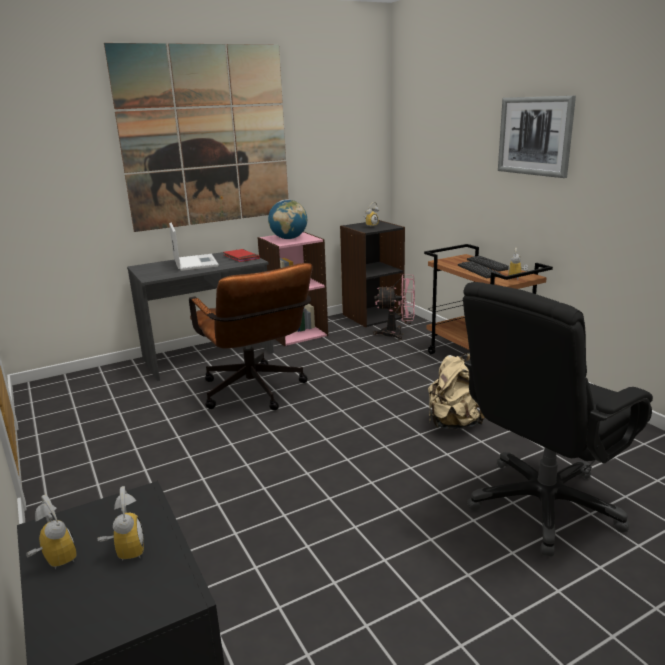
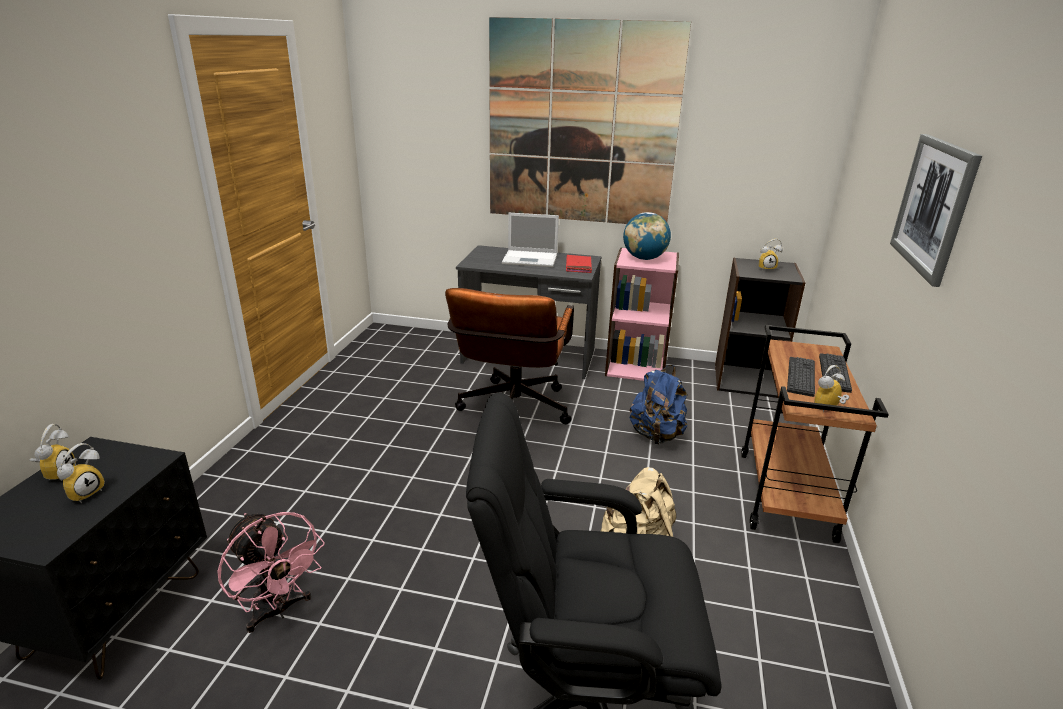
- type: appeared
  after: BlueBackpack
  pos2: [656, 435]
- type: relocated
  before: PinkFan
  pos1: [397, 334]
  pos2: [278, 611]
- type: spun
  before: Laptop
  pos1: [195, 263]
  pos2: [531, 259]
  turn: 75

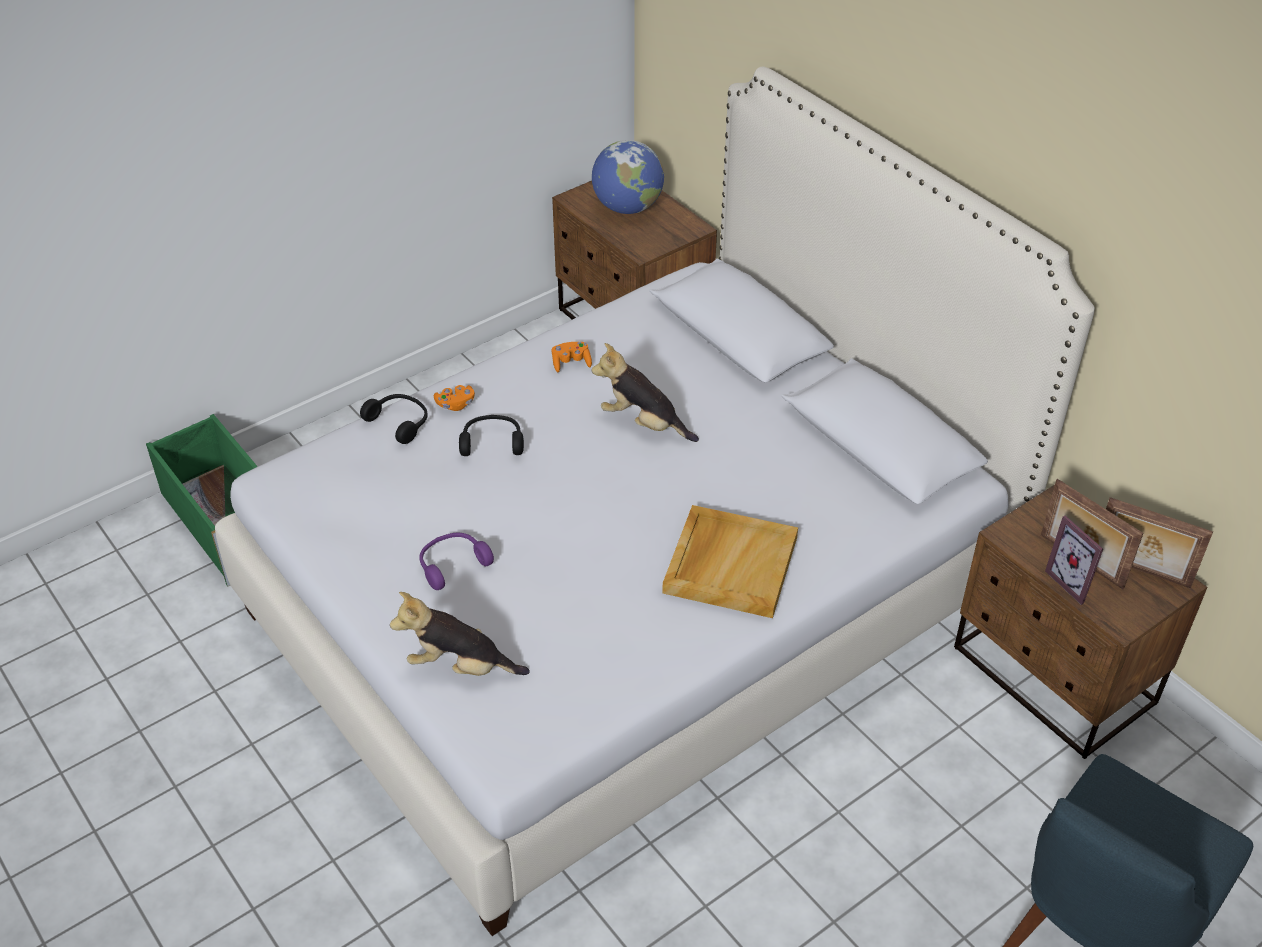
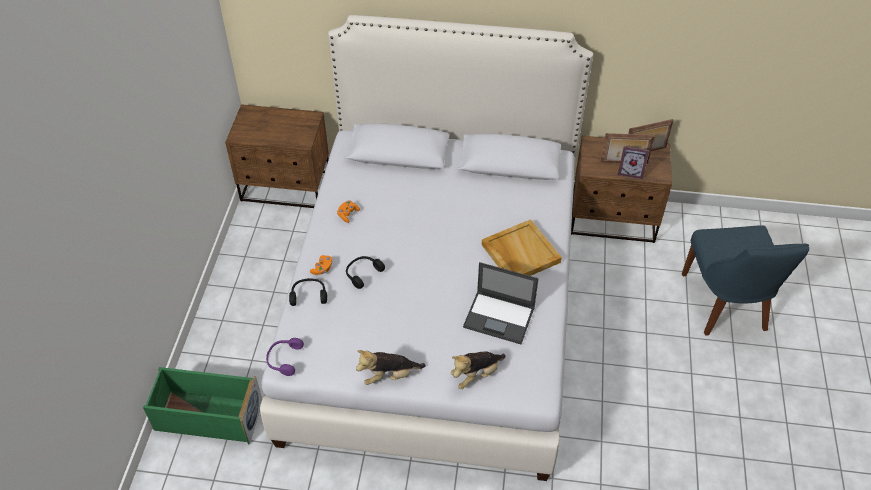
- type: missing
  before: Globe
  pos1: [627, 207]
- type: appeared
  after: Laptop
  pos2: [500, 317]
- type: relocated
  before: PurpleHeadphones
  pos1: [452, 564]
  pos2: [284, 359]
- type: relocated
  before: PlushToy
  pos1: [643, 423]
  pos2: [389, 376]

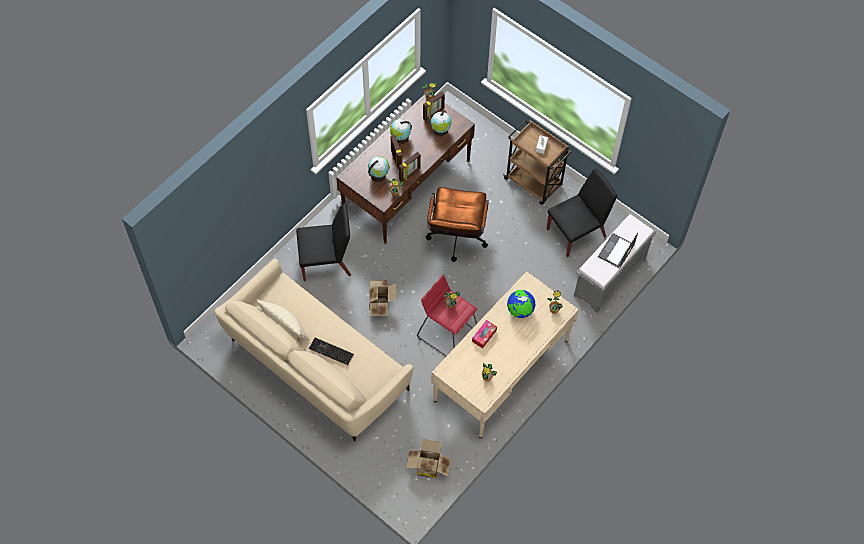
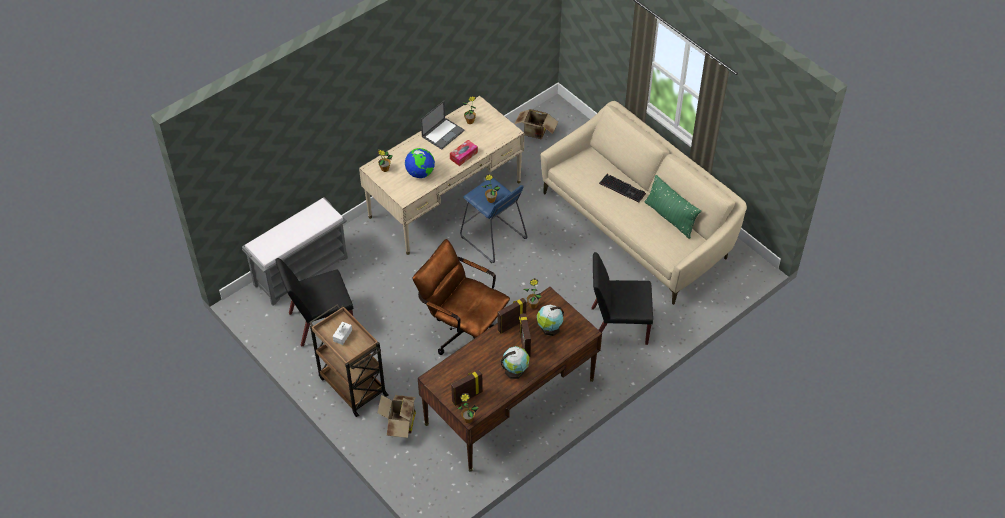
- type: missing
  before: Globe
  pos1: [440, 130]
- type: relocated
  before: CardboardBox
  pos1: [381, 303]
  pos2: [399, 424]
- type: relocated
  before: Laptop
  pos1: [616, 251]
  pos2: [443, 133]
- type: colour
  before: BeigePillow
  after: GreenPillow
  pos1: [284, 326]
  pos2: [670, 218]
- type: colour
  before: RedStool
  after: BlueStool
  pos1: [448, 334]
  pos2: [493, 238]
- type: spun
  before: BrownOfficeChair
  pos1: [456, 240]
  pos2: [463, 331]
  turn: -75

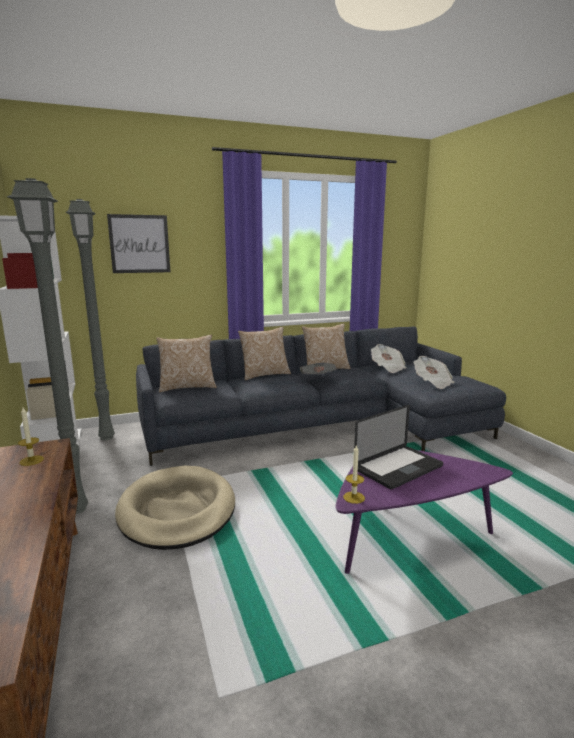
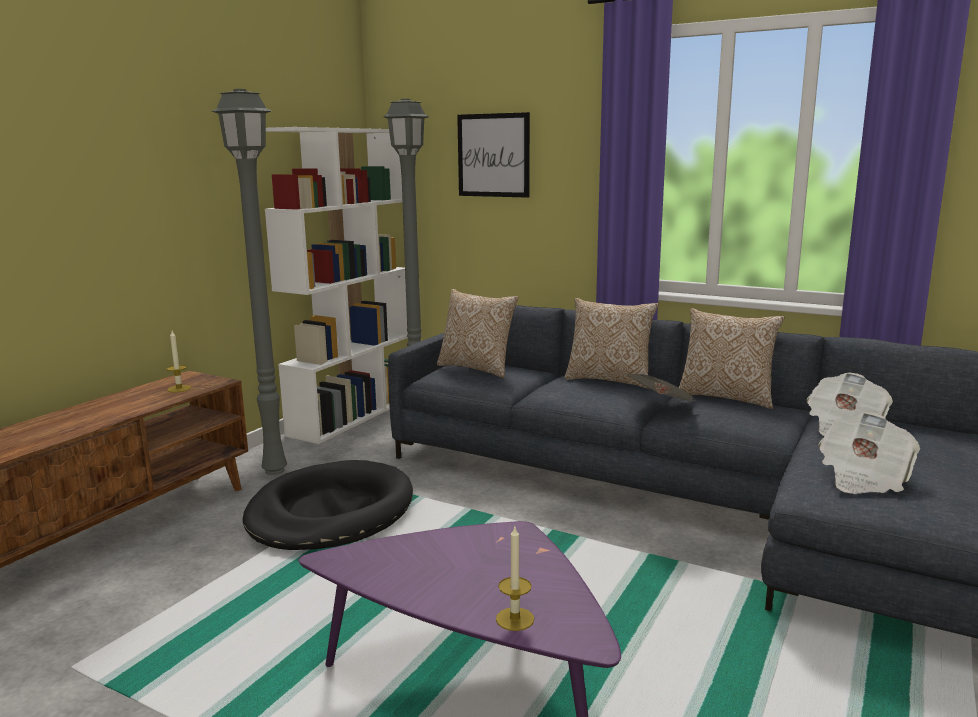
- type: missing
  before: Laptop
  pos1: [398, 468]
- type: relocated
  before: Candle
  pos1: [354, 497]
  pos2: [515, 619]
- type: colour
  before: BeigeDogBed
  after: BlackDogBed
  pos1: [177, 511]
  pos2: [330, 512]

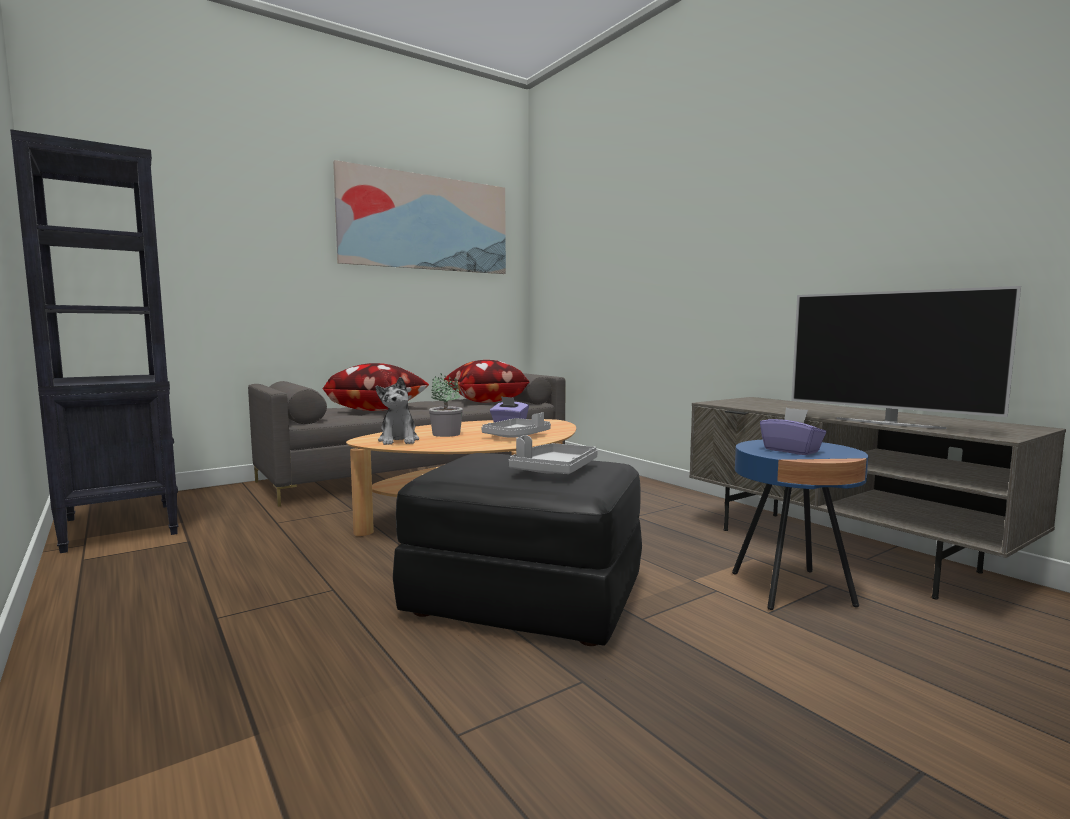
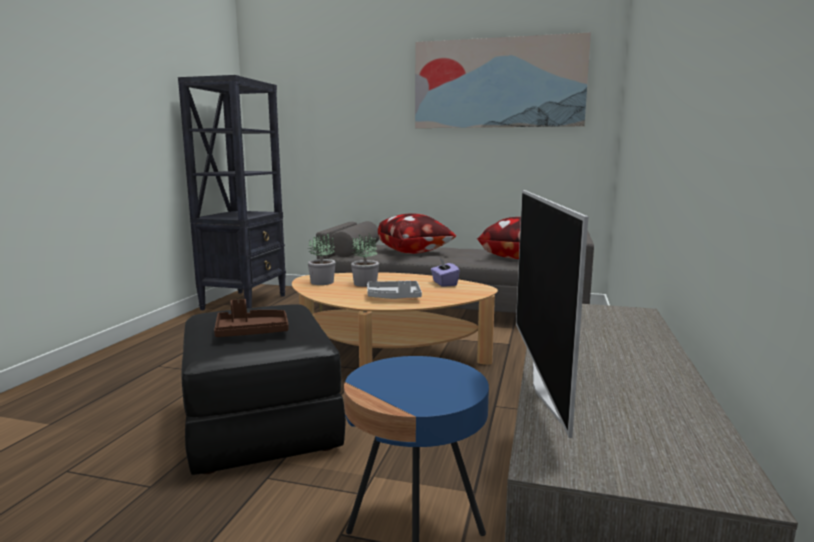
- type: missing
  before: PurpleTissueBox
  pos1: [791, 450]
- type: exchanged
  before: PlushToy
  after: PottedPlant
  pos1: [399, 440]
  pos2: [322, 282]
- type: colour
  before: GreyTray
  after: BrownTray
  pos1: [554, 470]
  pos2: [252, 332]

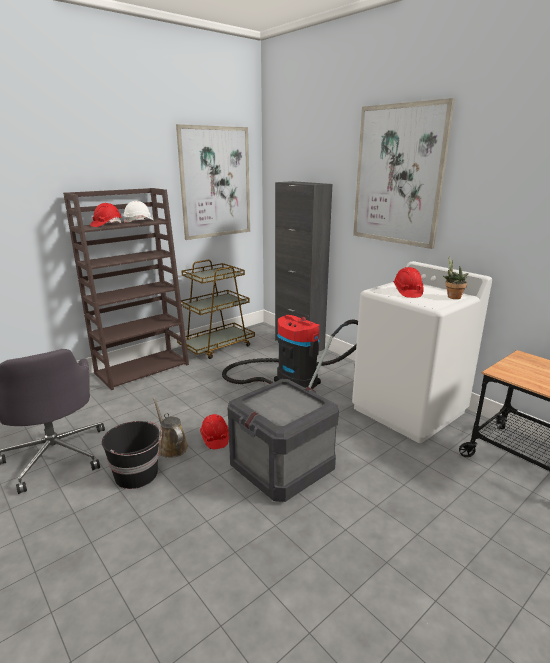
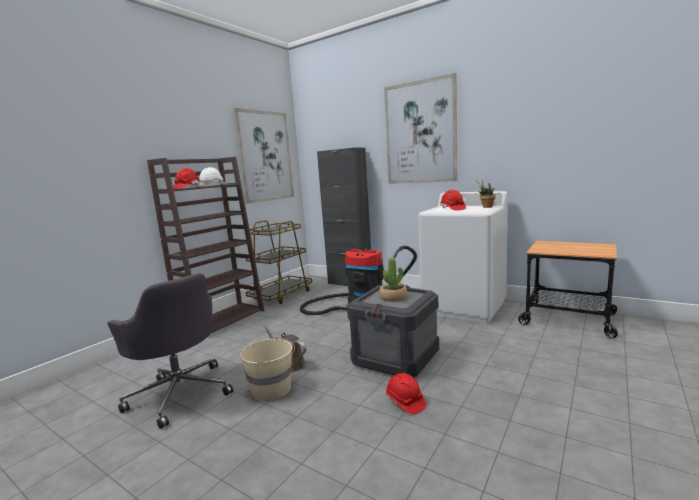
- type: appeared
  after: PottedPlant
  pos2: [393, 298]
- type: relocated
  before: RedHardHat
  pos1: [215, 438]
  pos2: [405, 402]
- type: colour
  before: BlackBucket
  after: BeigeBucket
  pos1: [137, 474]
  pos2: [272, 389]

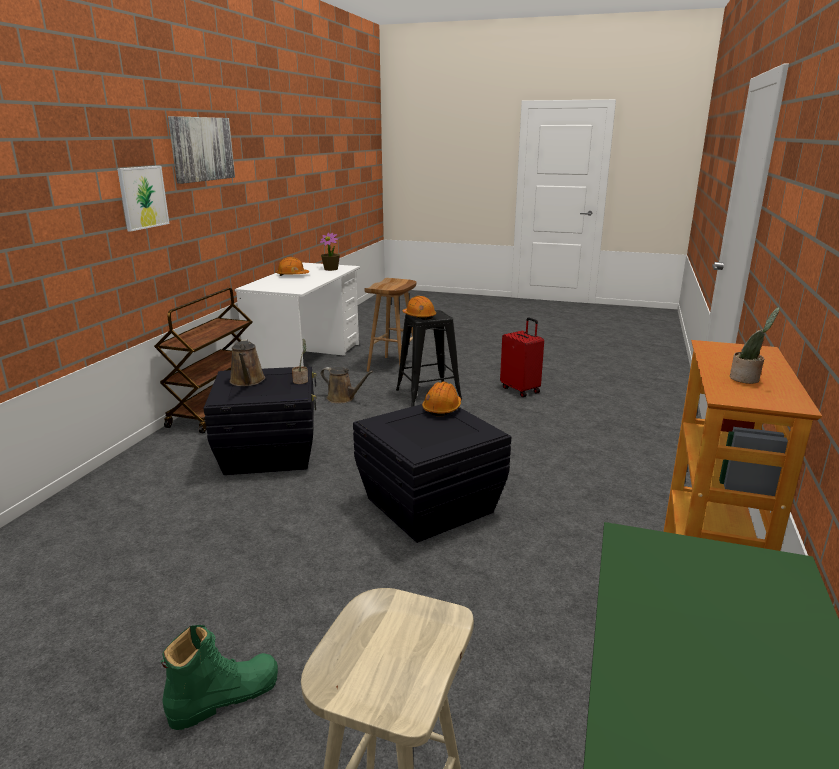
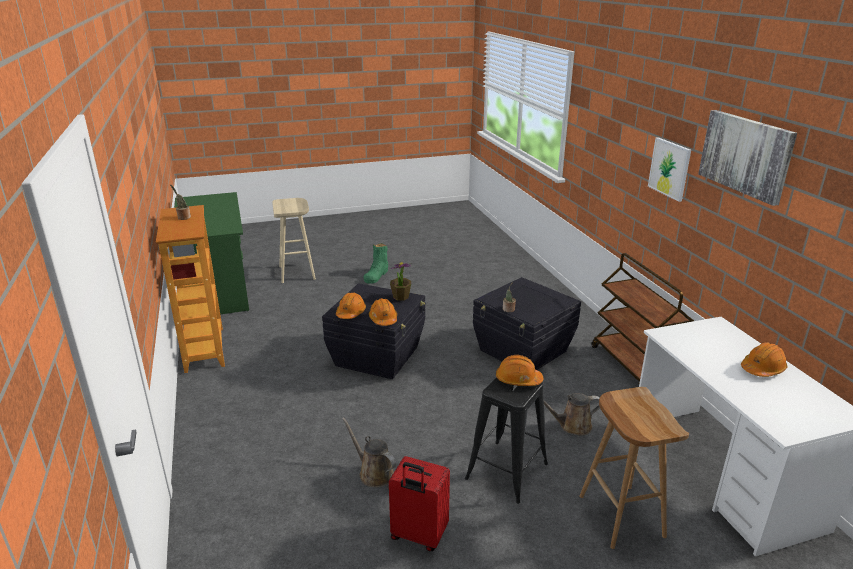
- type: appeared
  after: OrangeHardHat
  pos2: [351, 313]
- type: relocated
  before: BrownWateringCan
  pos1: [247, 381]
  pos2: [373, 472]
- type: relocated
  before: PottedPlant
  pos1: [331, 269]
  pos2: [400, 297]

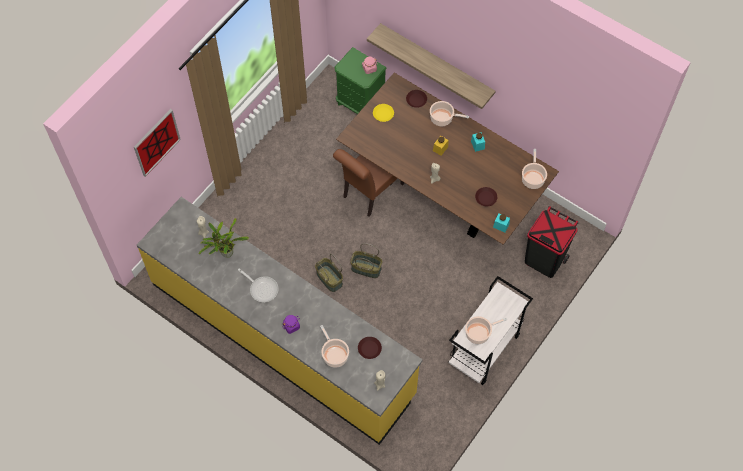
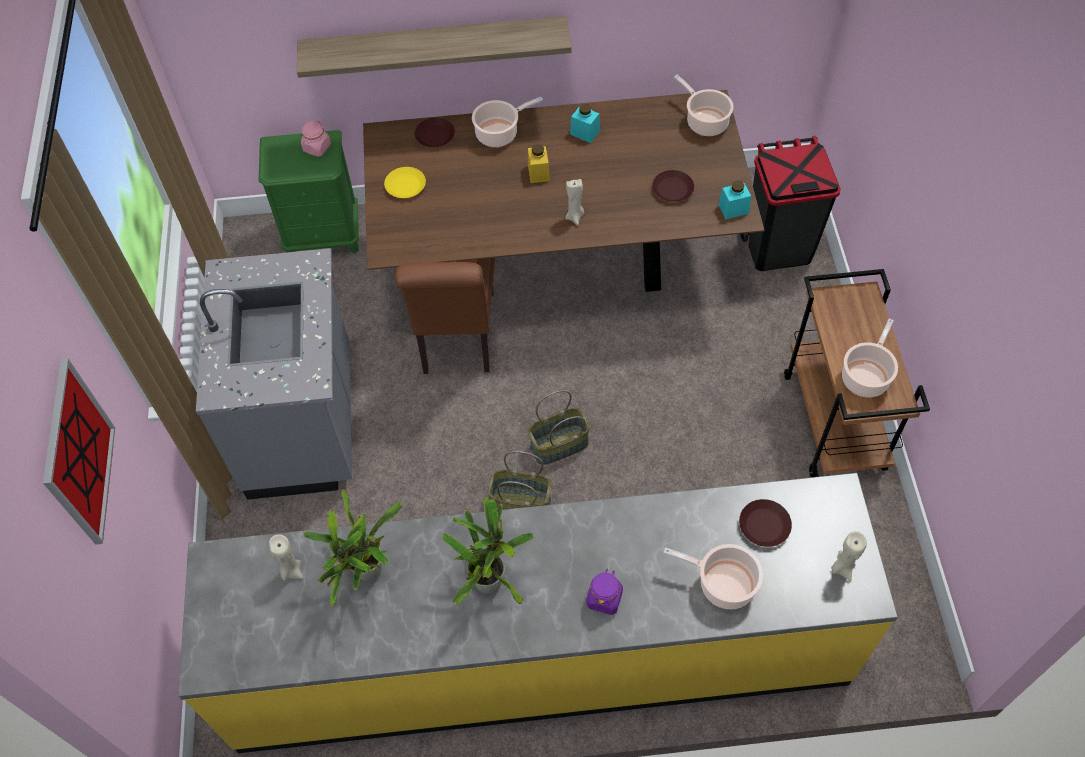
- type: appeared
  after: GreyCounter
  pos2: [304, 423]
- type: exchanged
  before: FryingPan
  after: PottedPlant
  pos1: [262, 288]
  pos2: [490, 578]
- type: colour
  before: WhiteCart
  after: BrownCart
  pos1: [484, 350]
  pos2: [835, 422]

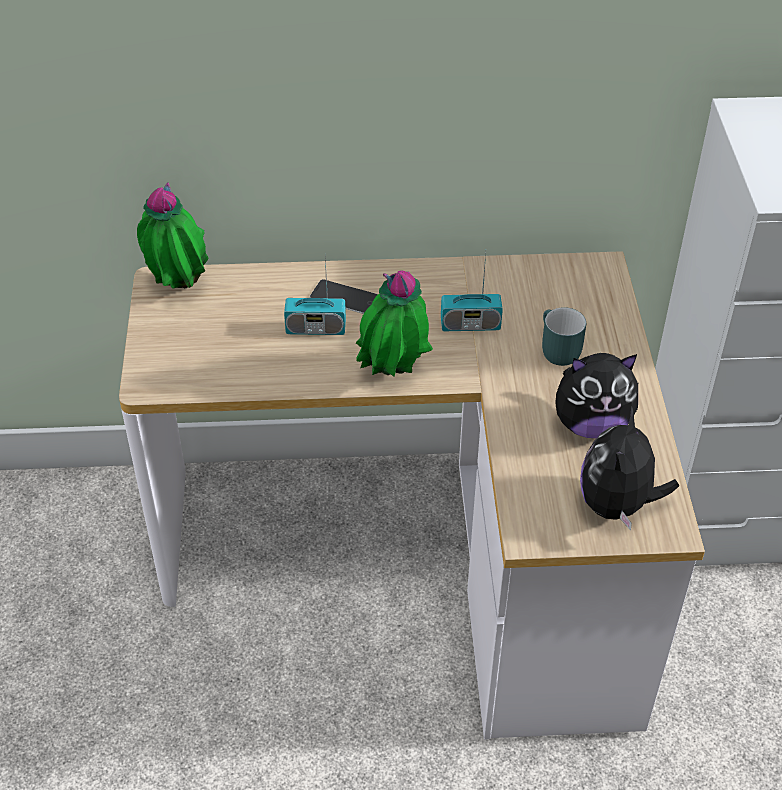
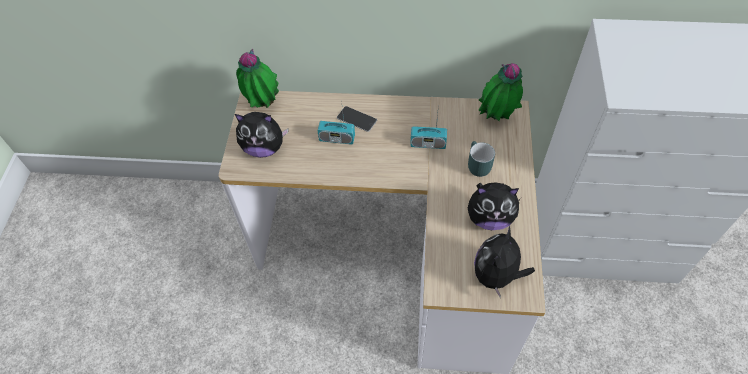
- type: appeared
  after: PlushToy
  pos2: [264, 148]
- type: relocated
  before: PottedPlant
  pos1: [393, 375]
  pos2: [496, 118]

